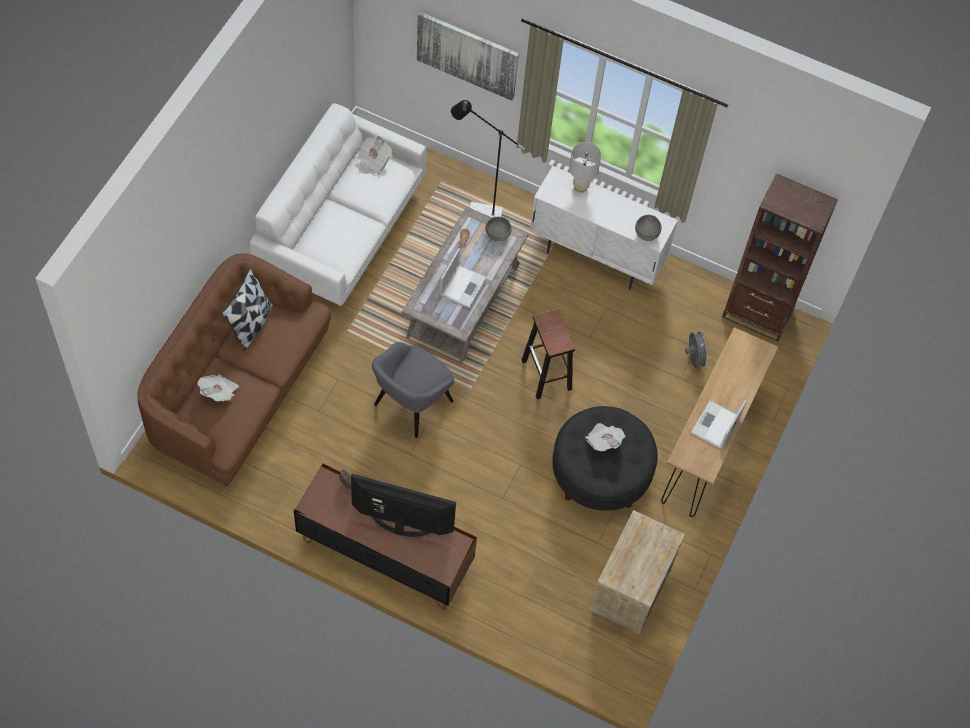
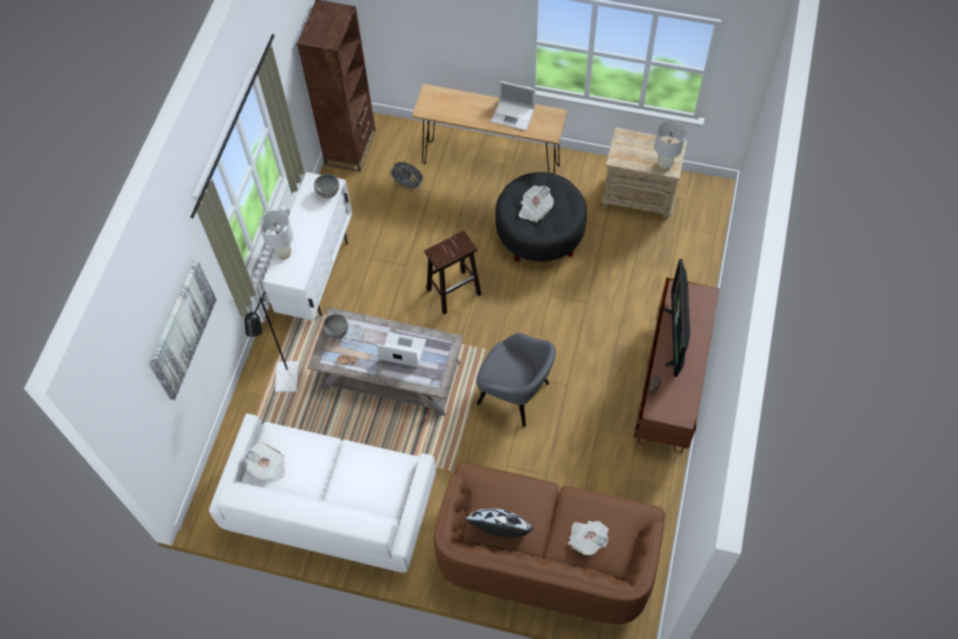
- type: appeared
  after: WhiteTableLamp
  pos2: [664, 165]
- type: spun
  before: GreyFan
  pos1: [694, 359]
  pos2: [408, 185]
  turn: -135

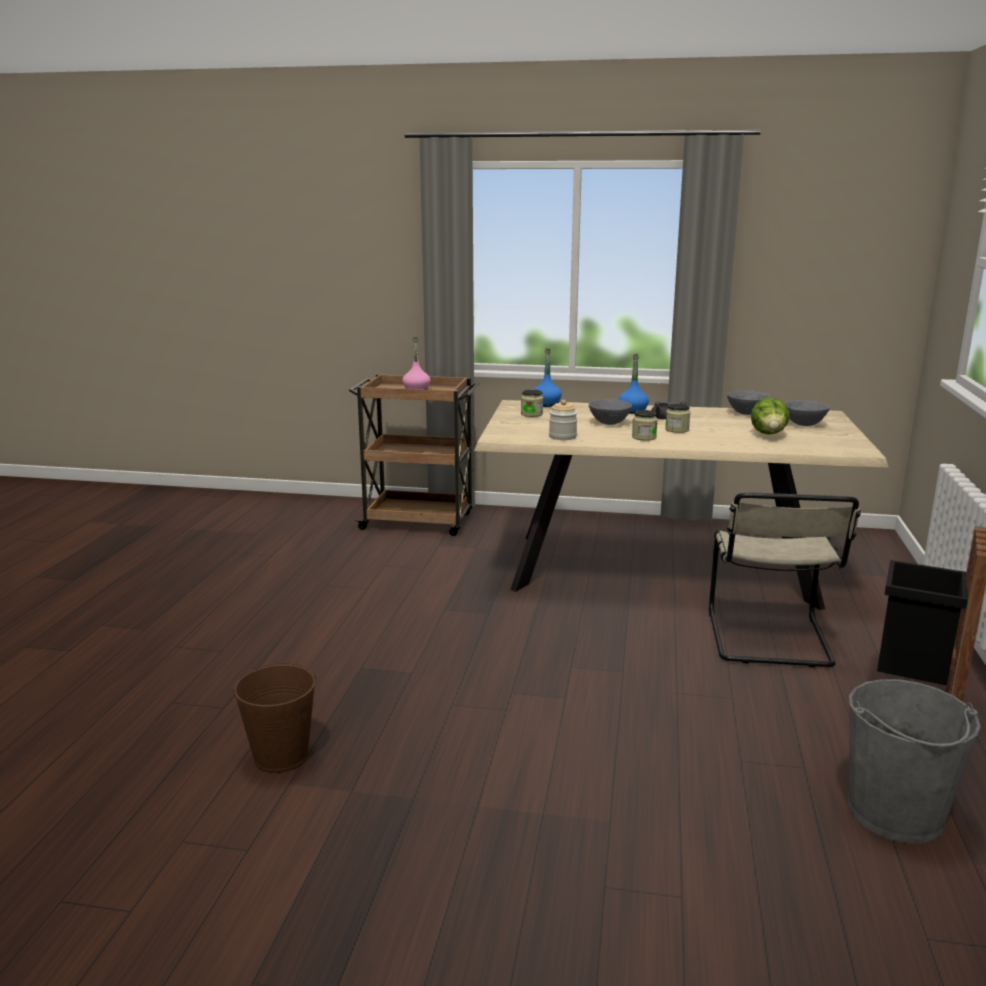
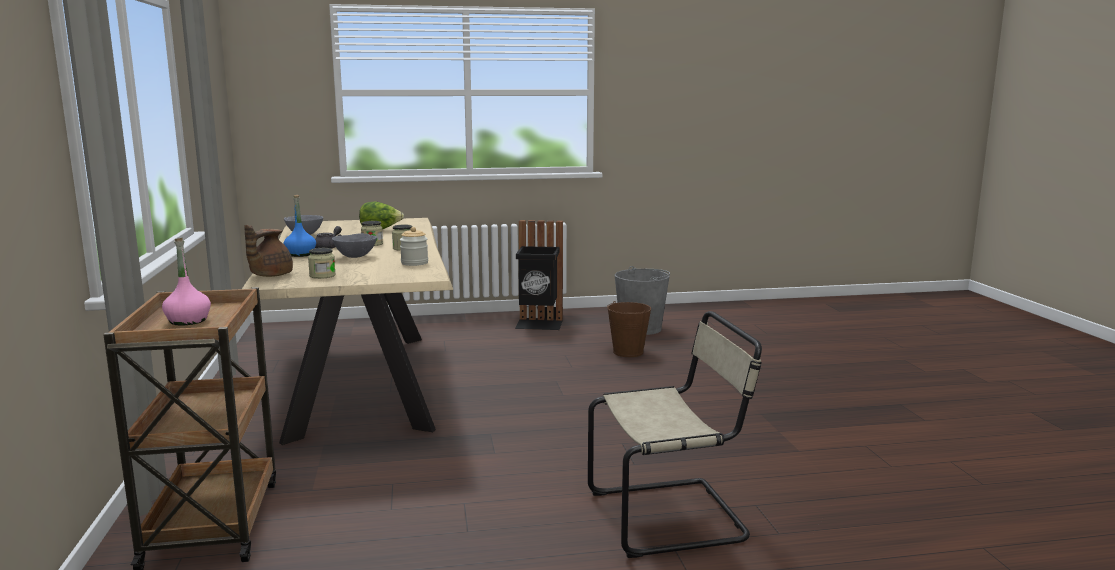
- type: missing
  before: GreyBowl
  pos1: [804, 424]
- type: relocated
  before: BrownBucket
  pos1: [281, 756]
  pos2: [628, 352]
- type: relocated
  before: BeigeChair
  pos1: [769, 641]
  pos2: [672, 516]
- type: exchanged
  before: BlueBottle
  after: BrownTeapot
  pos1: [546, 404]
  pos2: [269, 275]

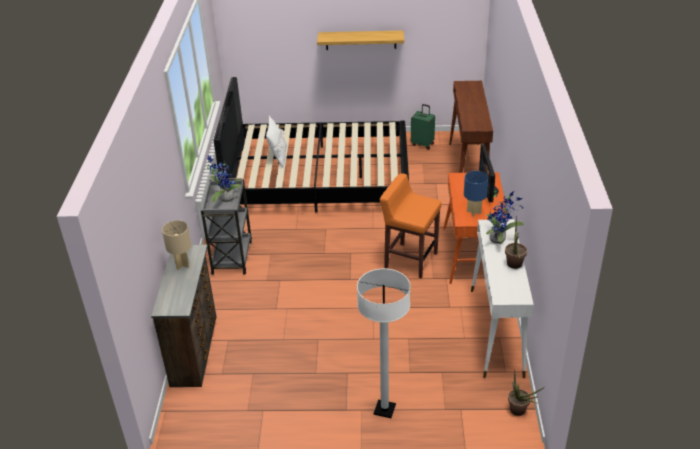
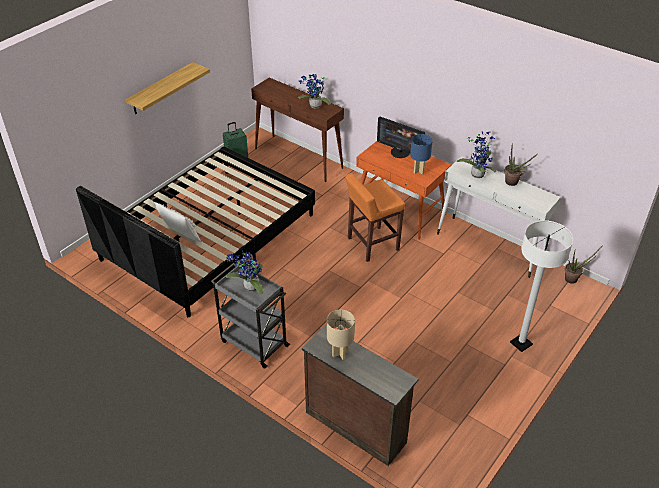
- type: appeared
  after: PottedPlant
  pos2: [314, 106]

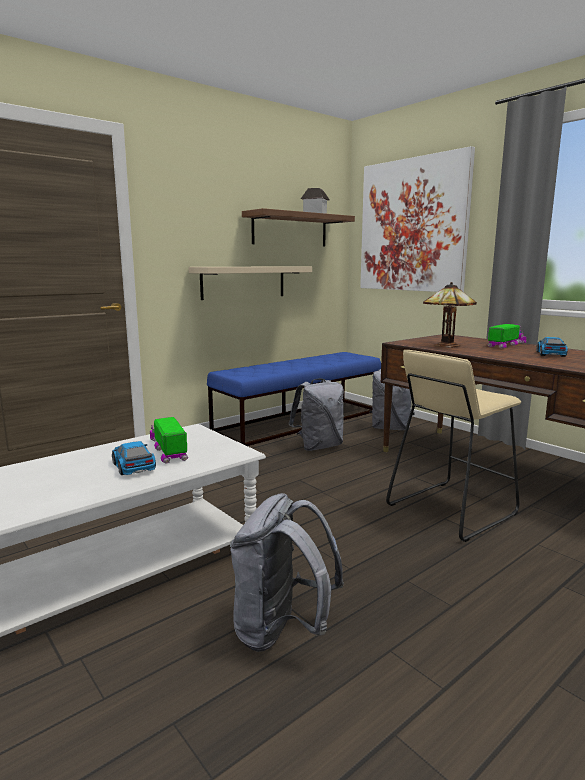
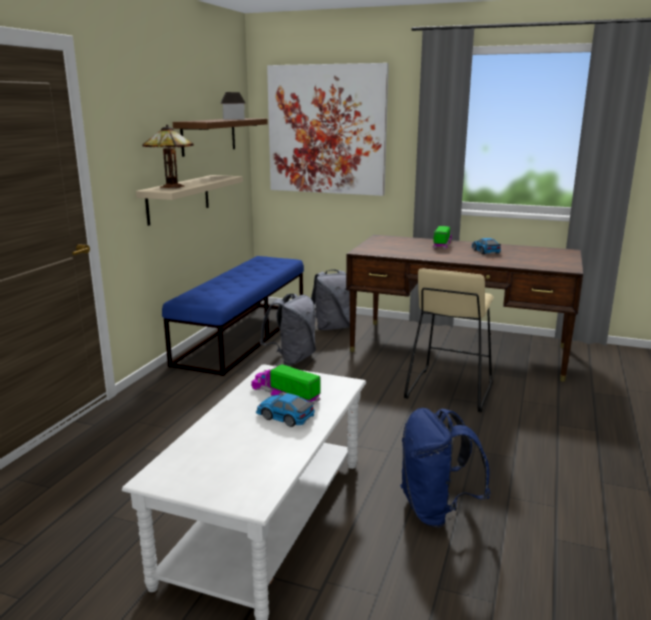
- type: relocated
  before: TableLamp
  pos1: [445, 346]
  pos2: [170, 187]
- type: colour
  before: GreyBackpack
  after: BlueBackpack
  pos1: [282, 631]
  pos2: [436, 510]

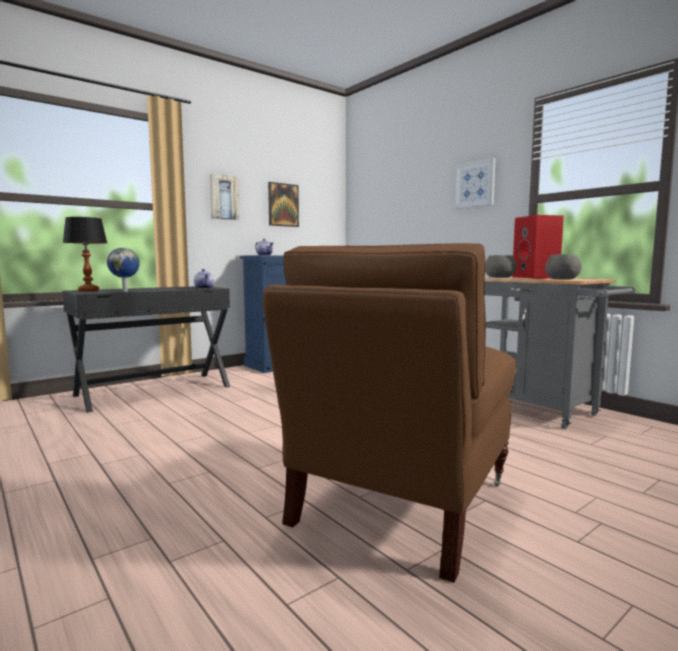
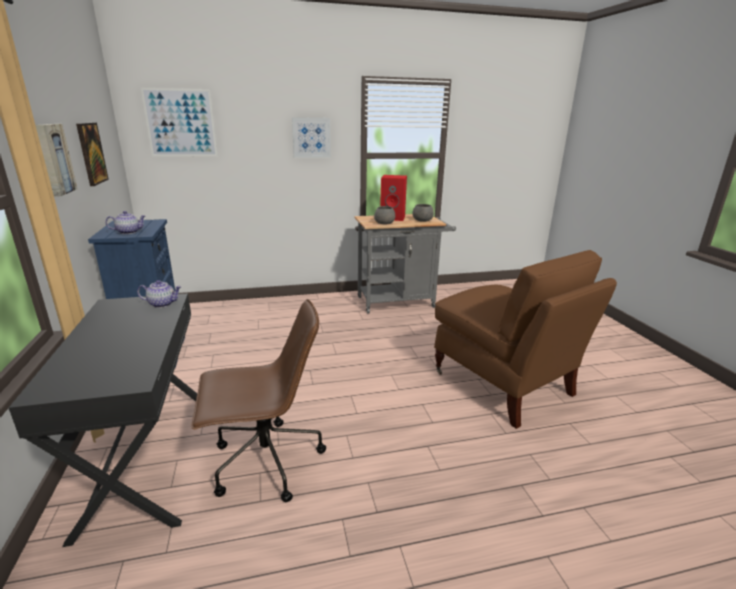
- type: missing
  before: TableLamp
  pos1: [89, 291]
- type: missing
  before: Globe
  pos1: [125, 291]
- type: appeared
  after: Picture
  pos2: [180, 123]
- type: appeared
  after: BrownOfficeChair
  pos2: [265, 462]

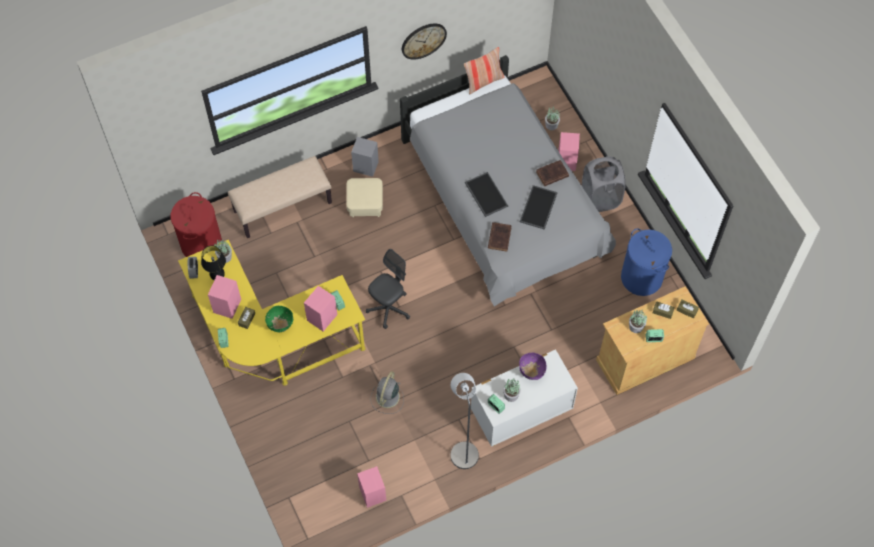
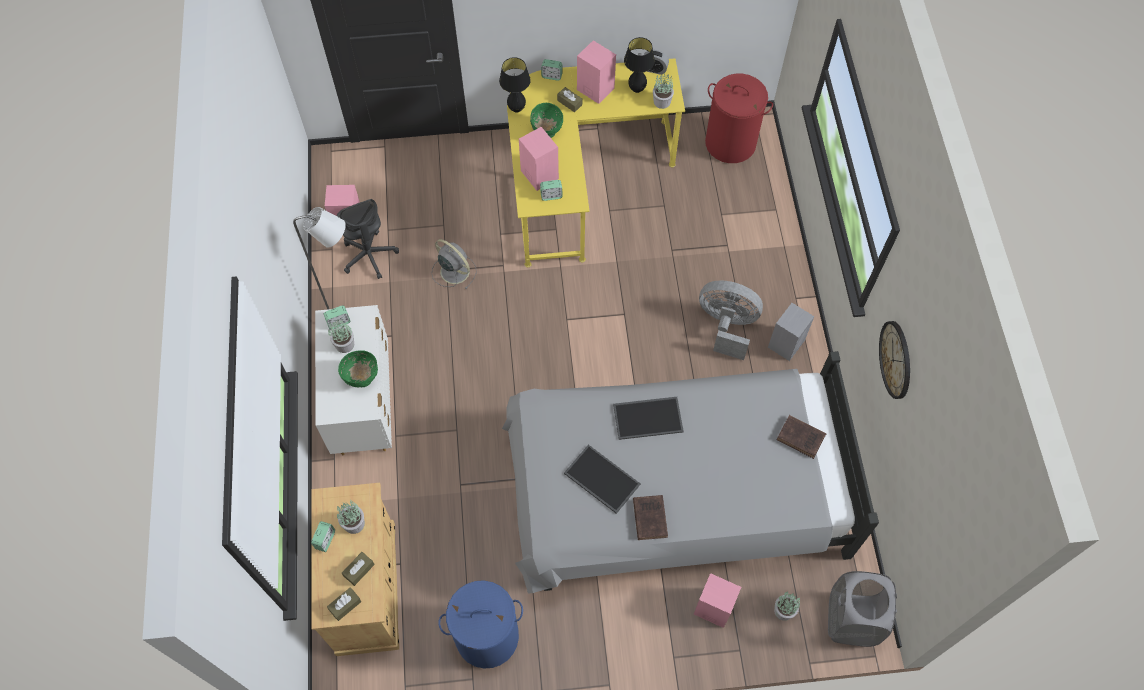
- type: missing
  before: BeigeBench
  pos1: [283, 206]
- type: missing
  before: Pillow
  pos1: [483, 81]
- type: appeared
  after: BlackTableLamp
  pos2: [517, 109]
- type: relocated
  before: GreyOfficeChair
  pos1: [388, 308]
  pos2: [369, 256]
- type: relocated
  before: BrownBook
  pos1: [499, 237]
  pos2: [802, 438]
- type: relocated
  before: GreyLaundryBasket
  pos1: [600, 198]
  pos2: [851, 619]
- type: exchanged
  before: BeigeOttoman
  after: GreyFan
  pos1: [365, 205]
  pos2: [726, 326]
- type: colour
  before: PurpleBowl
  after: GreenBowl
  pos1: [531, 372]
  pos2: [362, 378]

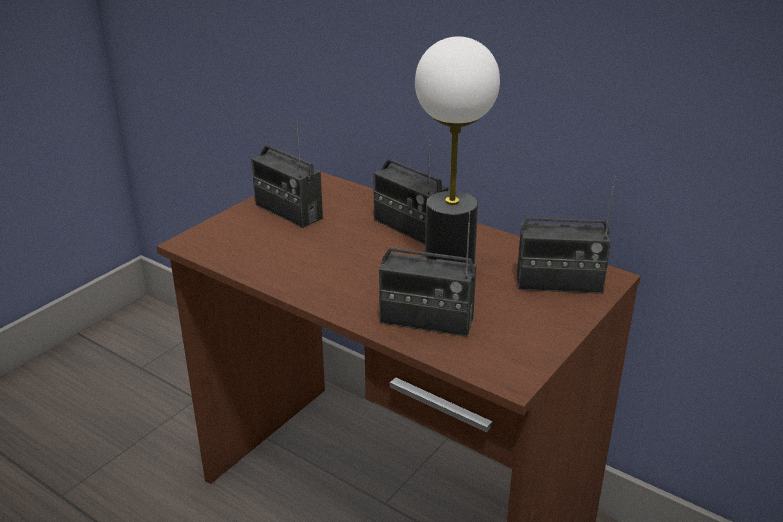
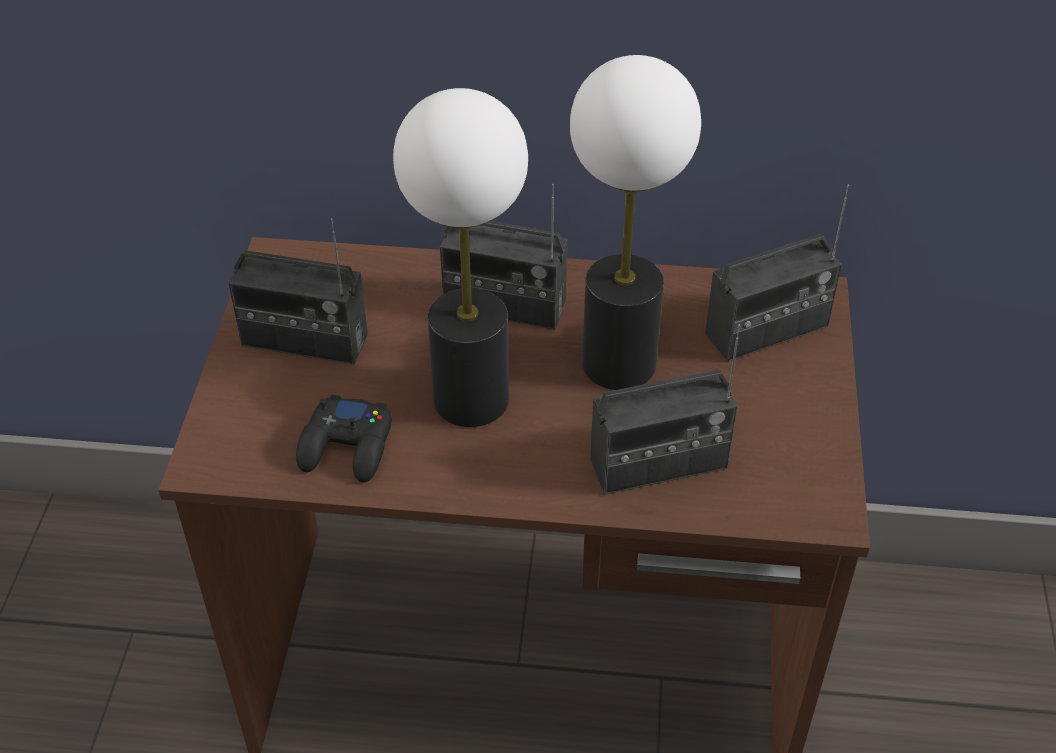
- type: appeared
  after: BlackGameController
  pos2: [347, 447]
- type: appeared
  after: TableLamp
  pos2: [471, 400]

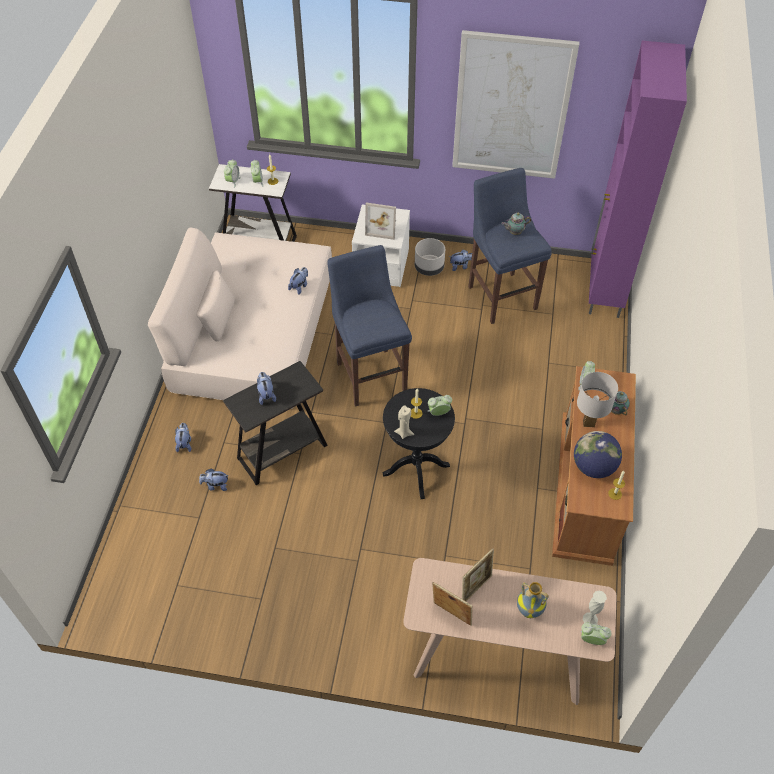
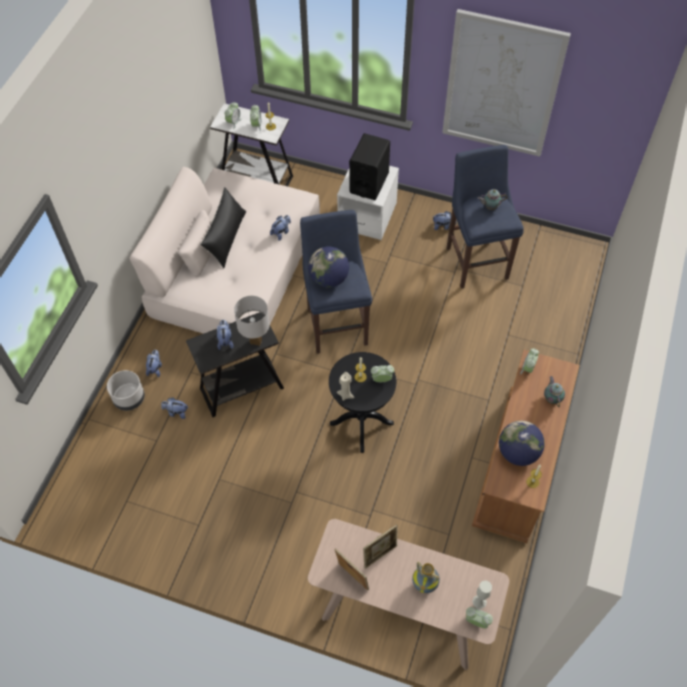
- type: missing
  before: PurpleCabinet
  pos1: [604, 290]
- type: appeared
  after: BlackPillow
  pos2: [226, 238]
- type: appeared
  after: Globe
  pos2: [329, 279]
- type: relocated
  before: GreyPlanter
  pos1: [429, 268]
  pos2: [129, 399]
- type: relocated
  before: WhiteTableLamp
  pos1: [588, 424]
  pos2: [255, 342]
- type: exchanged
  before: PictureFrame
  after: BlackSpeaker
  pos1: [382, 227]
  pos2: [369, 183]

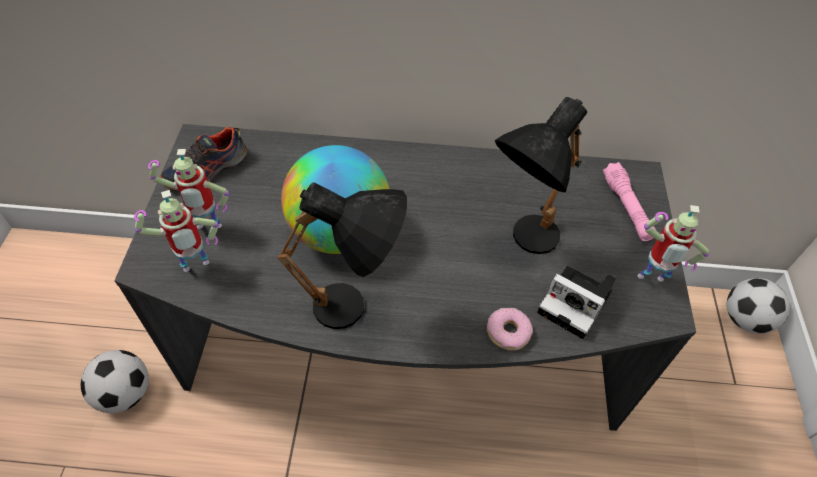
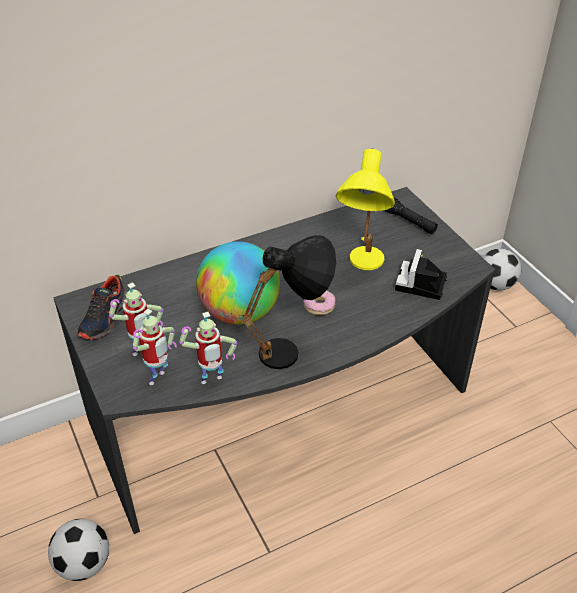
- type: relocated
  before: Donut
  pos1: [508, 332]
  pos2: [319, 306]
- type: relocated
  before: ToyRobot
  pos1: [650, 280]
  pos2: [212, 382]
- type: colour
  before: BlackTableLamp
  after: YellowTableLamp
  pos1: [522, 243]
  pos2: [362, 267]
- type: colour
  before: PinkFlashlight
  after: BlackFlashlight
  pos1: [626, 208]
  pos2: [407, 220]
- type: spun
  before: PhotoCamera
  pos1: [577, 304]
  pos2: [421, 285]
  turn: 105

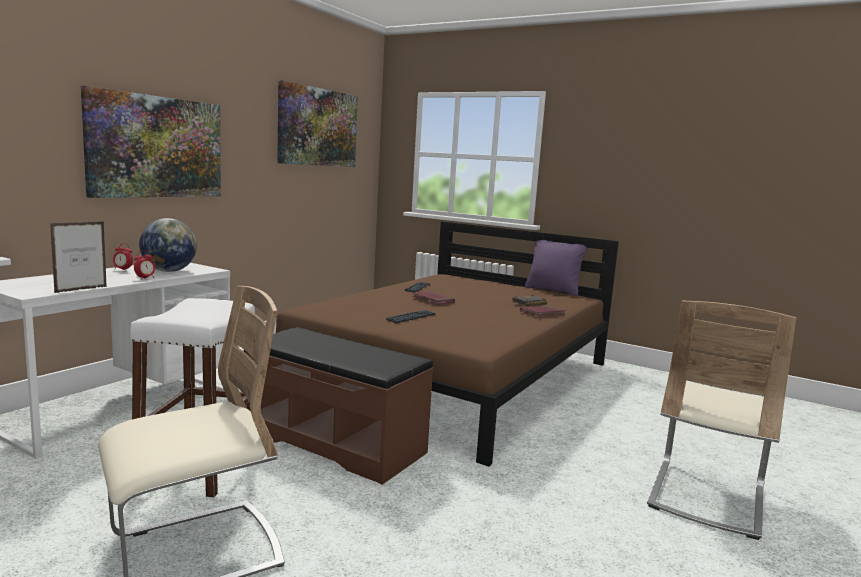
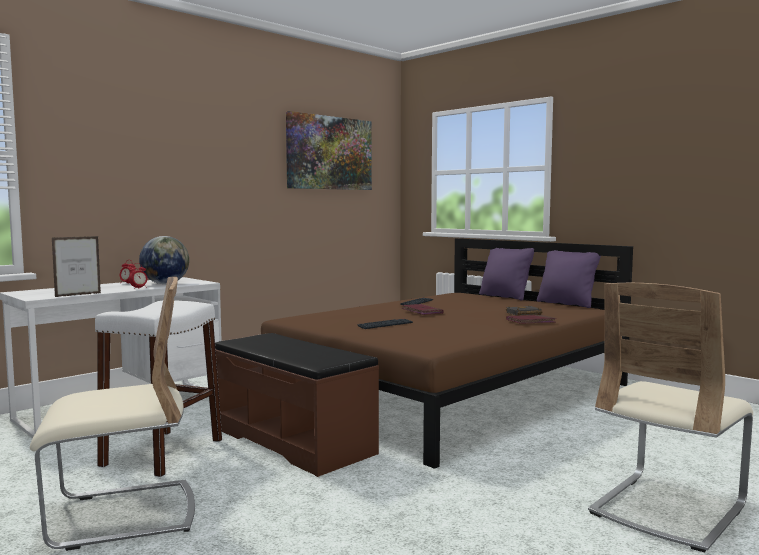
- type: missing
  before: Picture
  pos1: [156, 147]
- type: appeared
  after: PurplePillow
  pos2: [505, 297]

